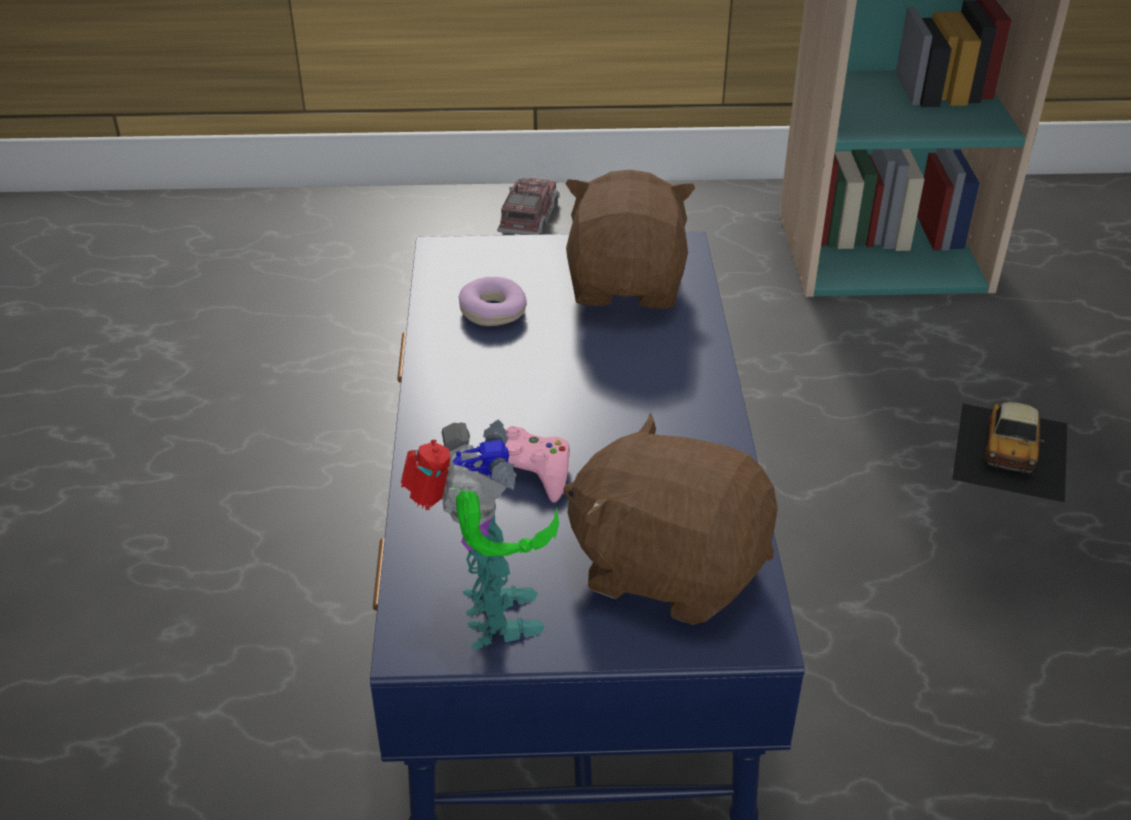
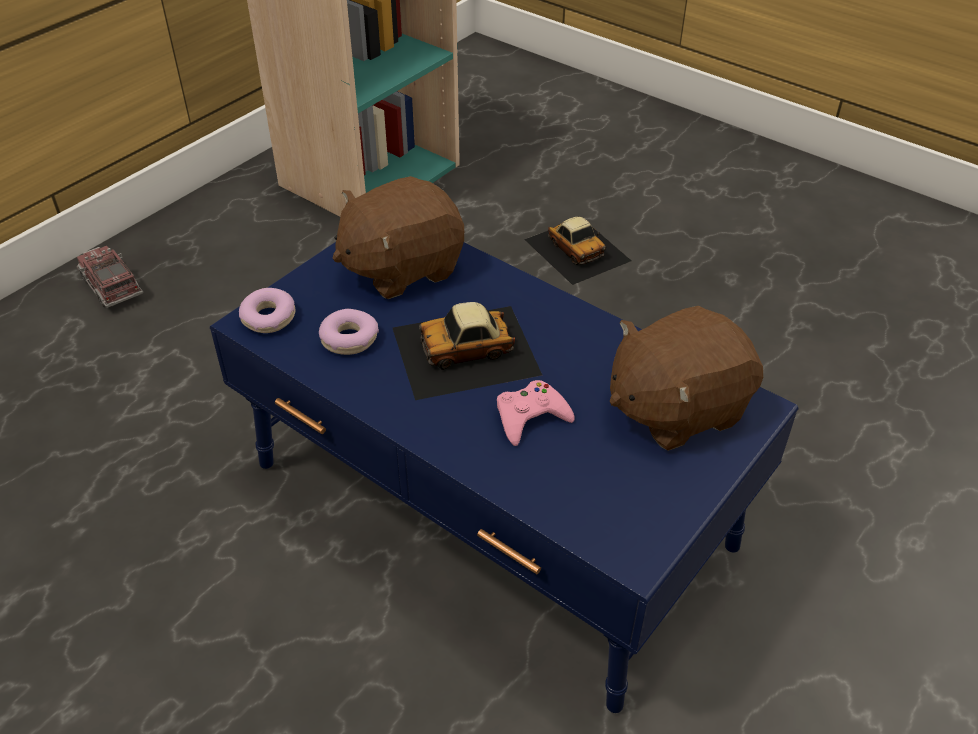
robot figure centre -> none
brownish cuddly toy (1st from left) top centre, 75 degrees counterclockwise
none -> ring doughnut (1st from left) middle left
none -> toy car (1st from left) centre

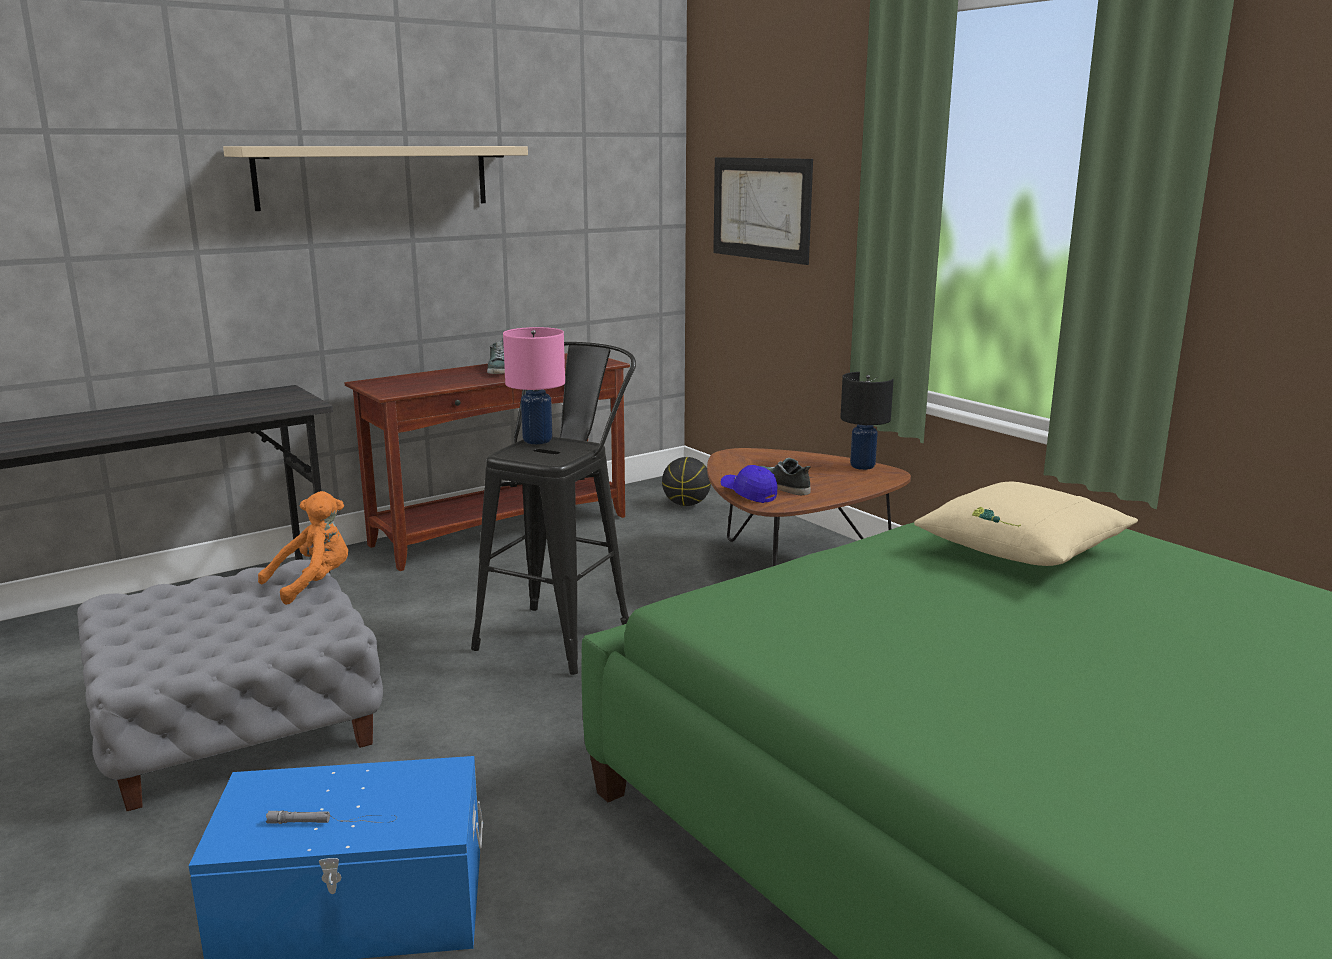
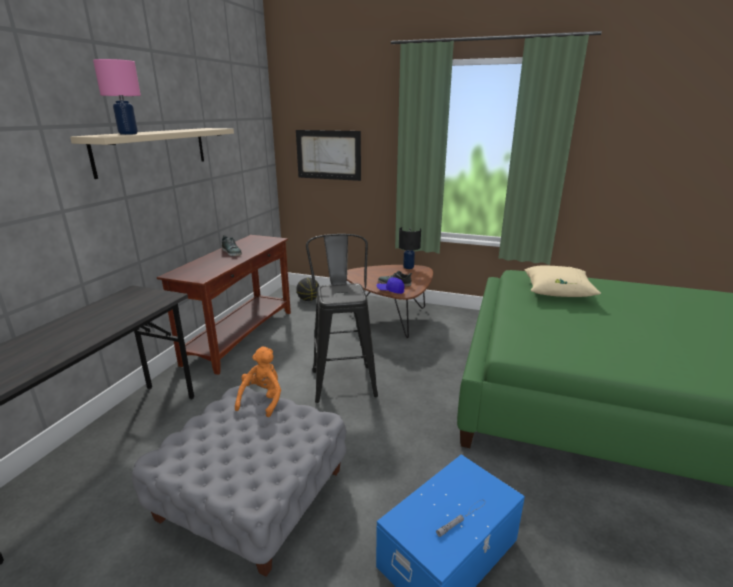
pink-coloured tabletop lamp centre -> pink-coloured tabletop lamp top left, moved

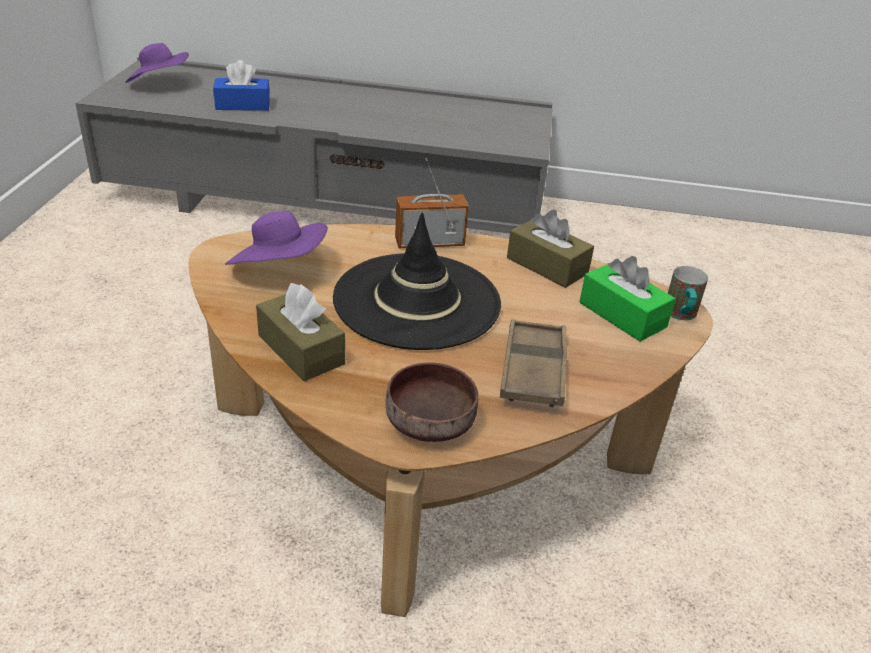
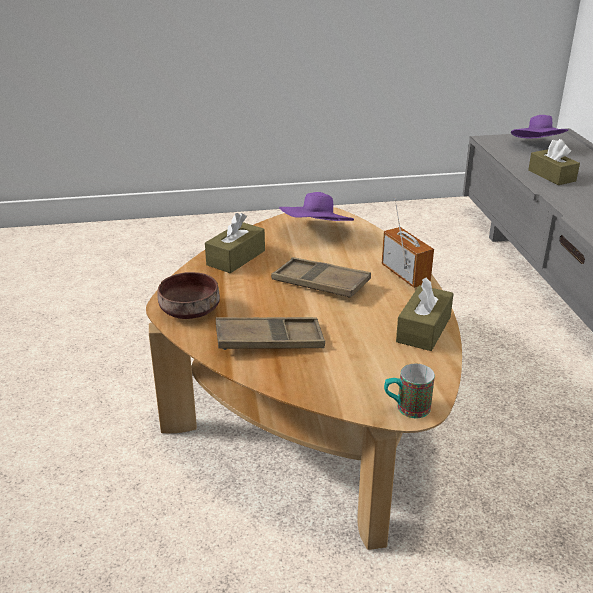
blue box of tissues top left -> brownish box of tissues (3rd from left) top right
black clothing hat centre -> brownish tray (2nd from left) centre
green-coloured box of tissues middle right -> none

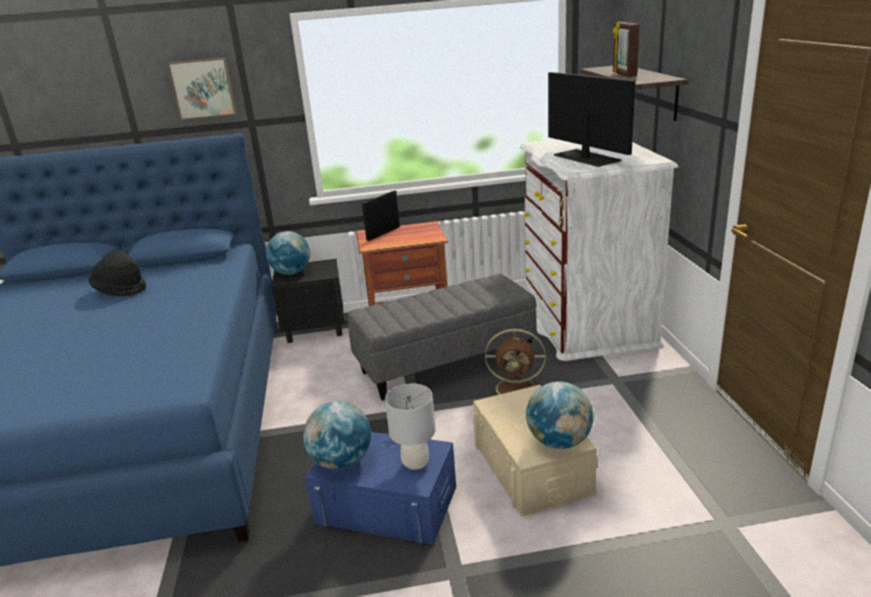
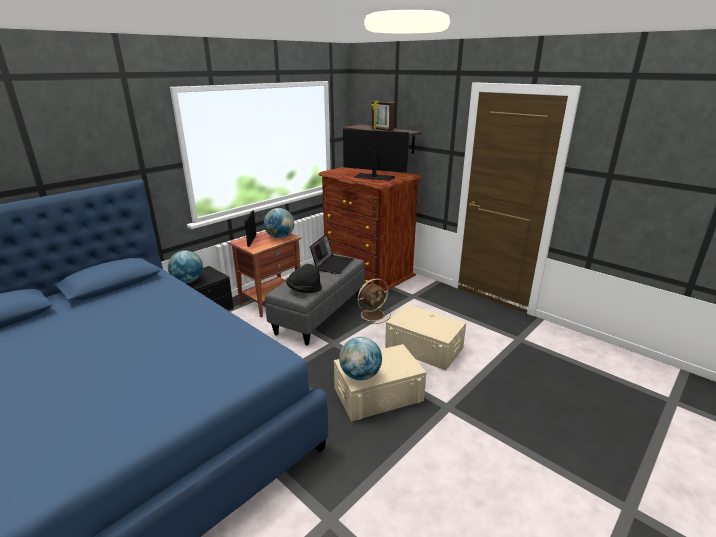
black clothing hat middle left -> black clothing hat centre, moved
wall picture top left -> none
blue storage container bottom centre -> beige-coloured storage container (1st from left) bottom centre
grey tabletop lamp bottom centre -> none
whitish drawer chest middle right -> brownish drawer chest centre
globe (3rd from left in the first image) bottom centre -> globe (2nd from left) centre, moved
none -> portable computer centre

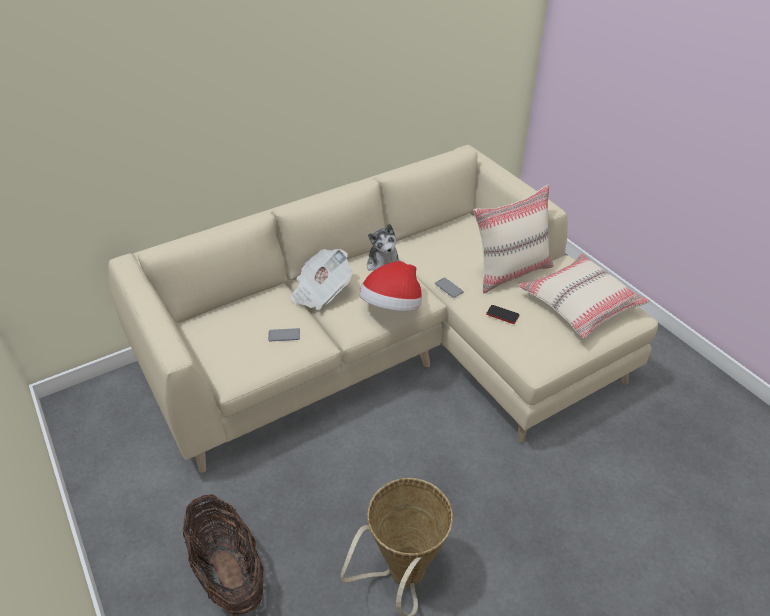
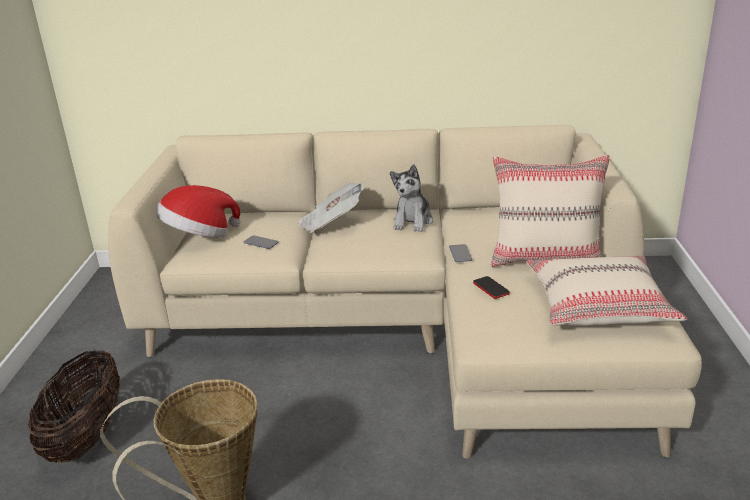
clothing hat centre -> clothing hat middle left, moved

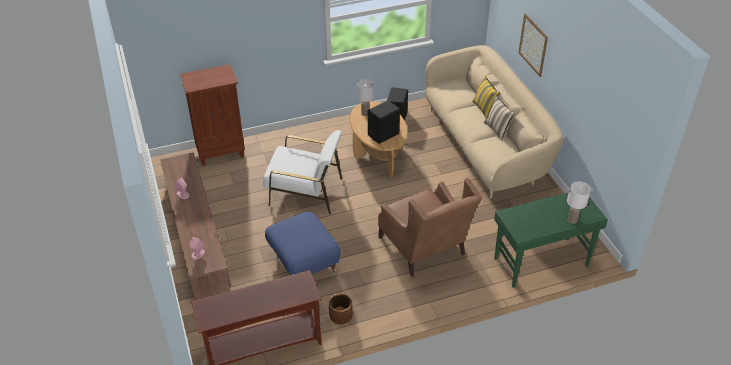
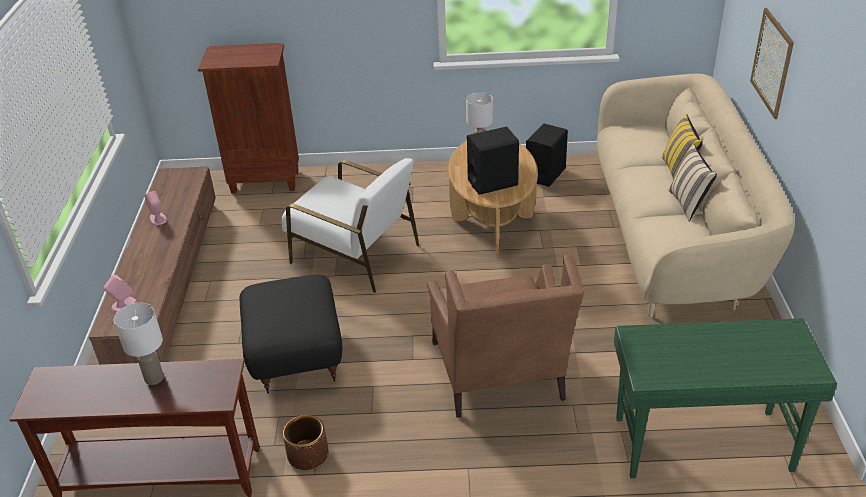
blue ottoman centre -> black ottoman bottom centre
whitish tabletop lamp (2nd from left in the first image) middle right -> whitish tabletop lamp (1st from left) bottom left, moved

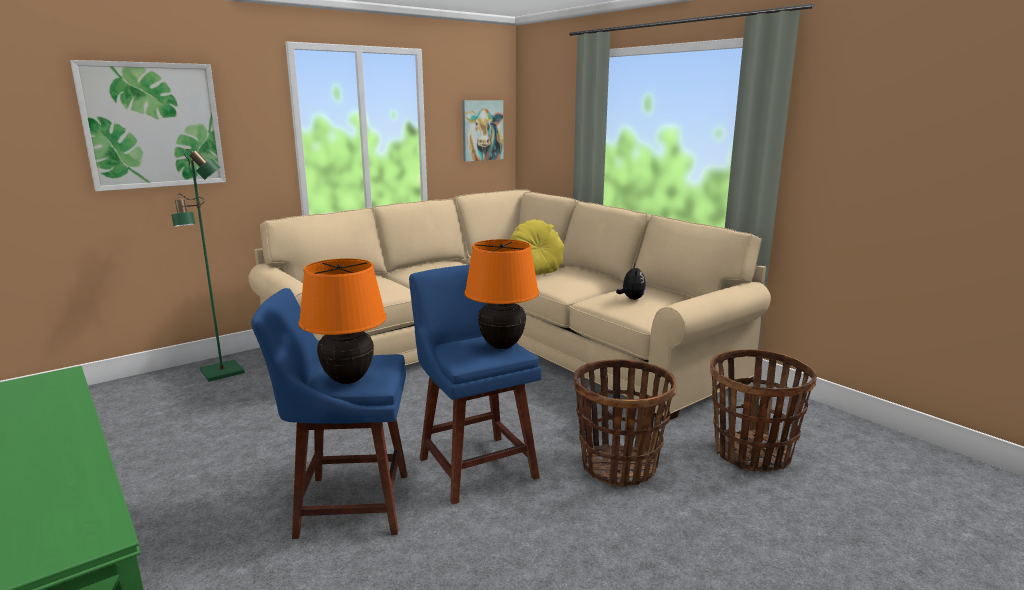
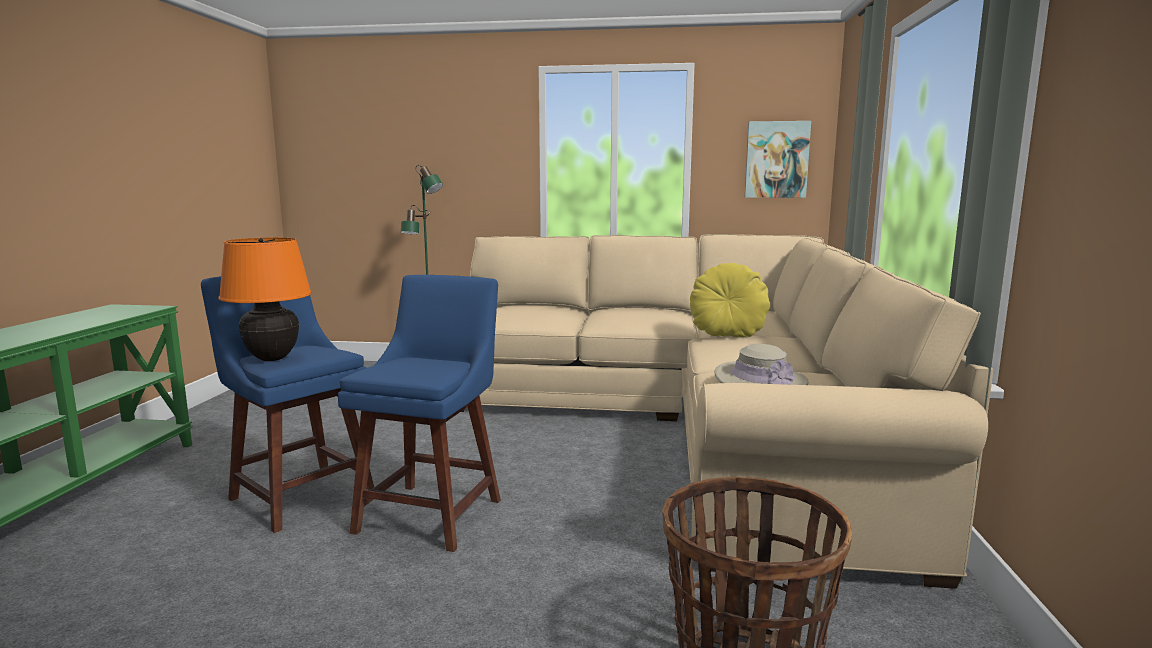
wall picture (1st from left) top left -> none
orange tabletop lamp (2nd from left) centre -> none
basket (1st from left) bottom centre -> none
cuddly toy centre -> beige-coloured clothing hat centre

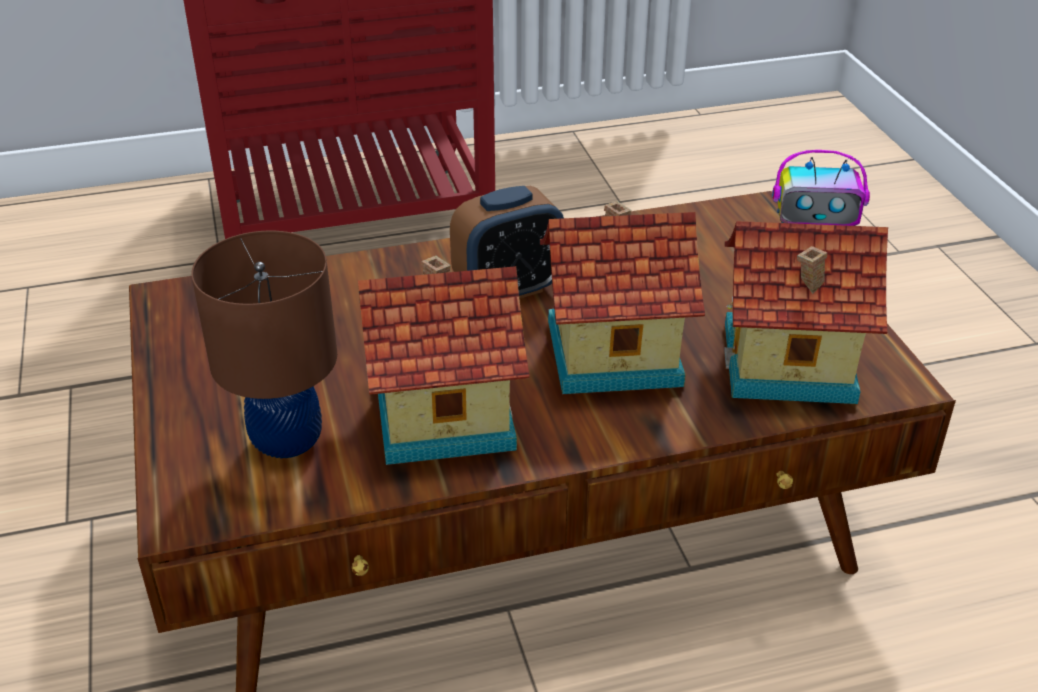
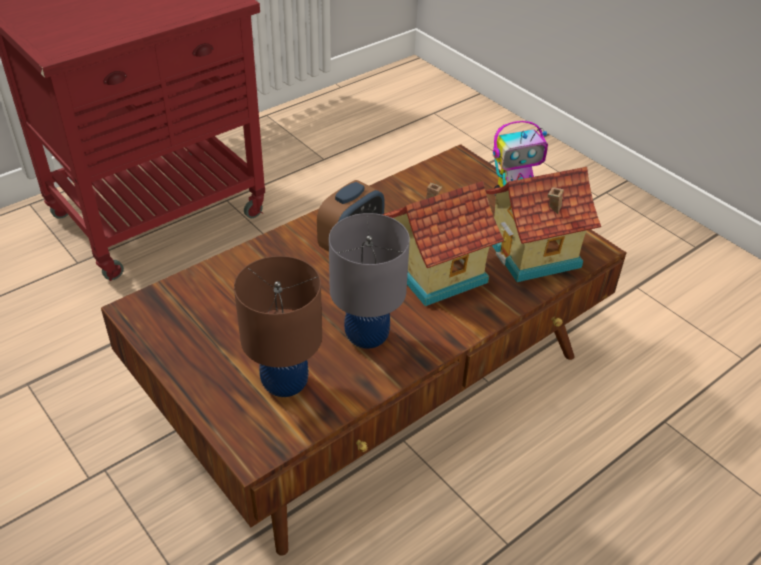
toy house (1st from left) centre -> grey tabletop lamp centre

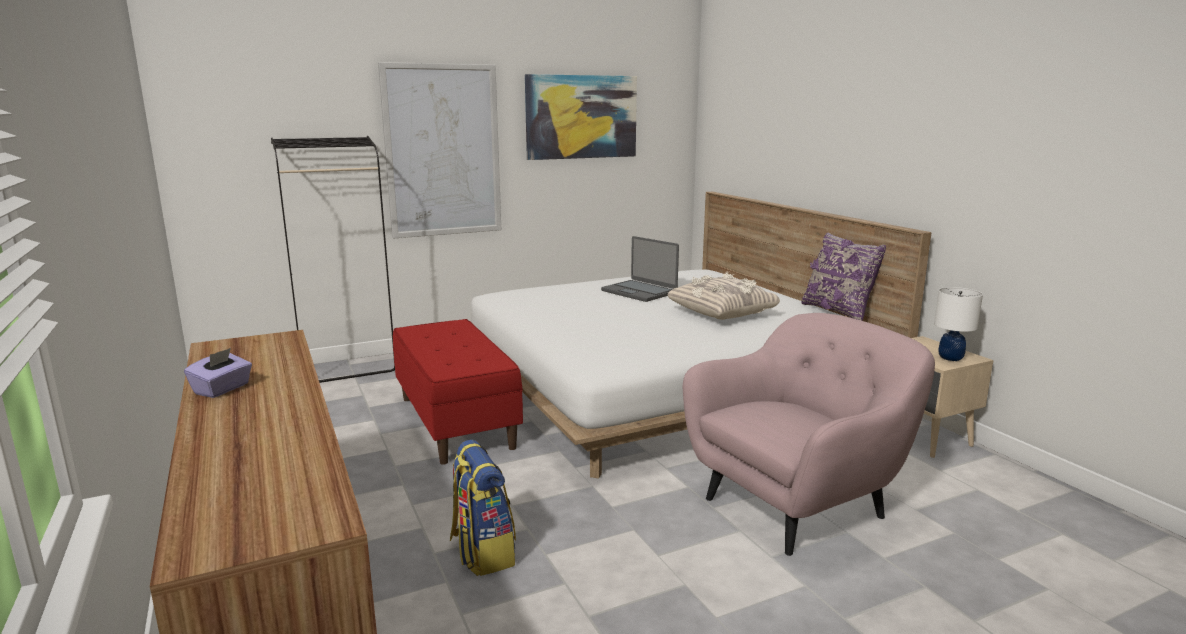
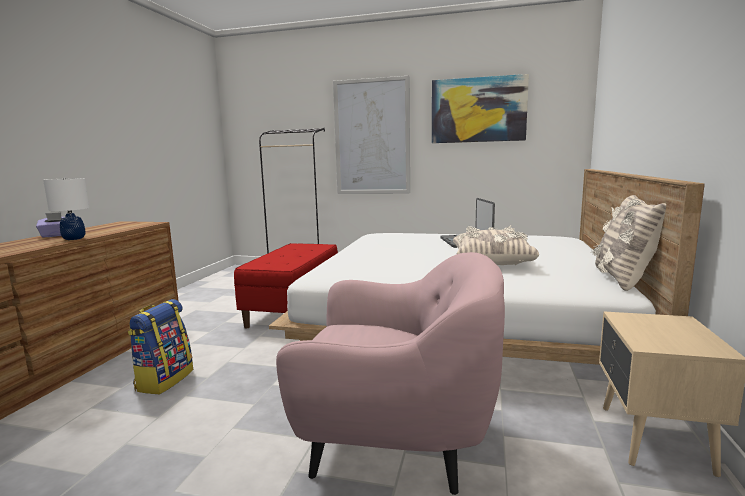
purple throw pillow middle right -> beige-coloured throw pillow (2nd from left) middle right
whitish tabletop lamp middle right -> whitish tabletop lamp middle left, moved

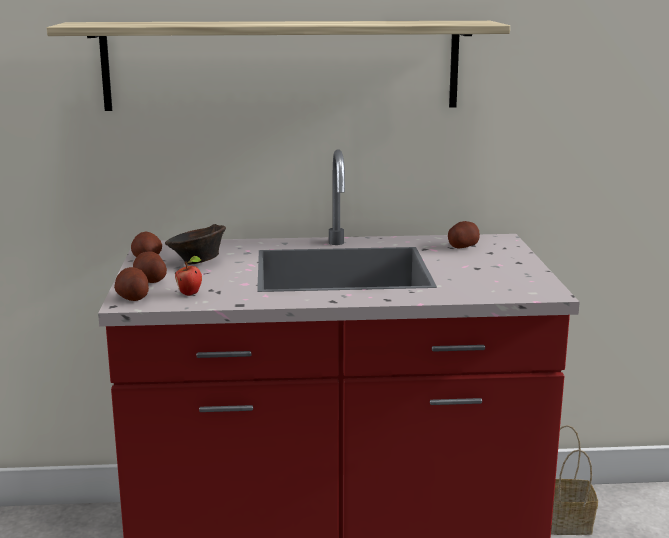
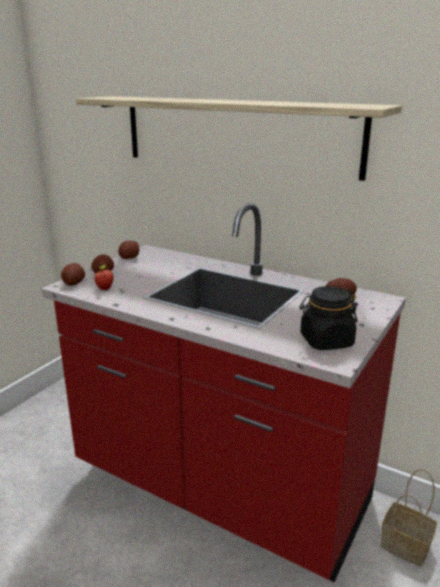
brownish bowl middle left -> none
none -> black storage jar middle right

